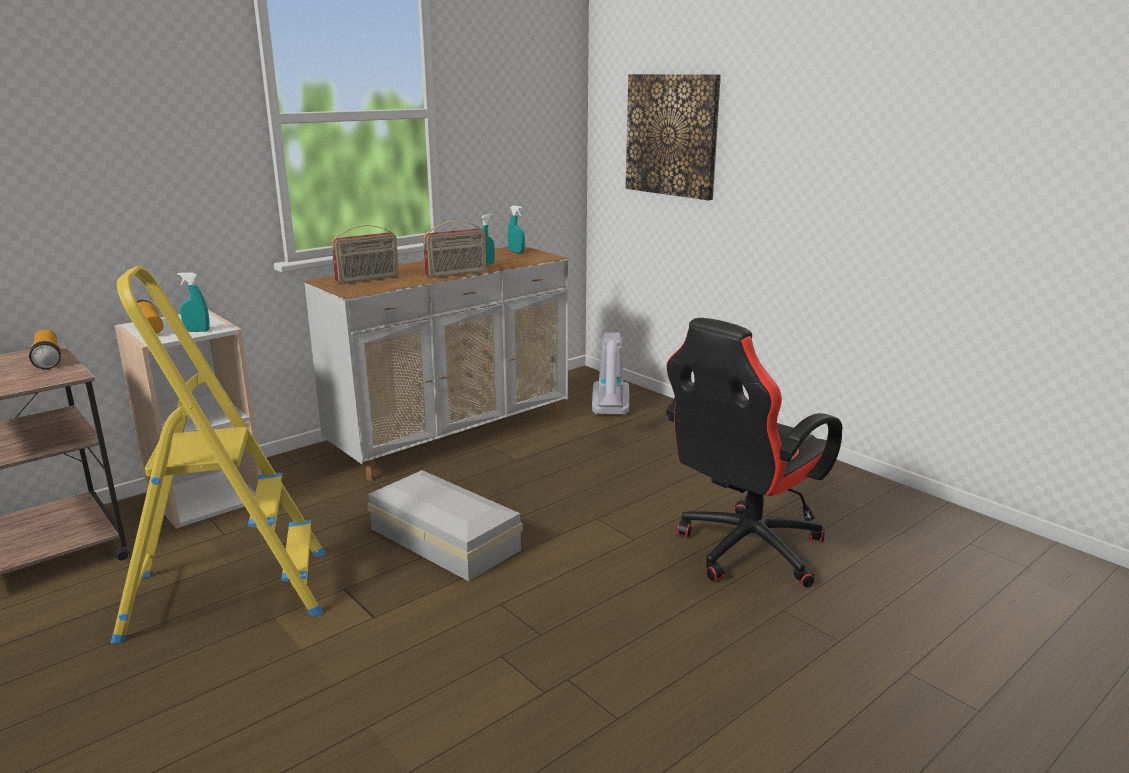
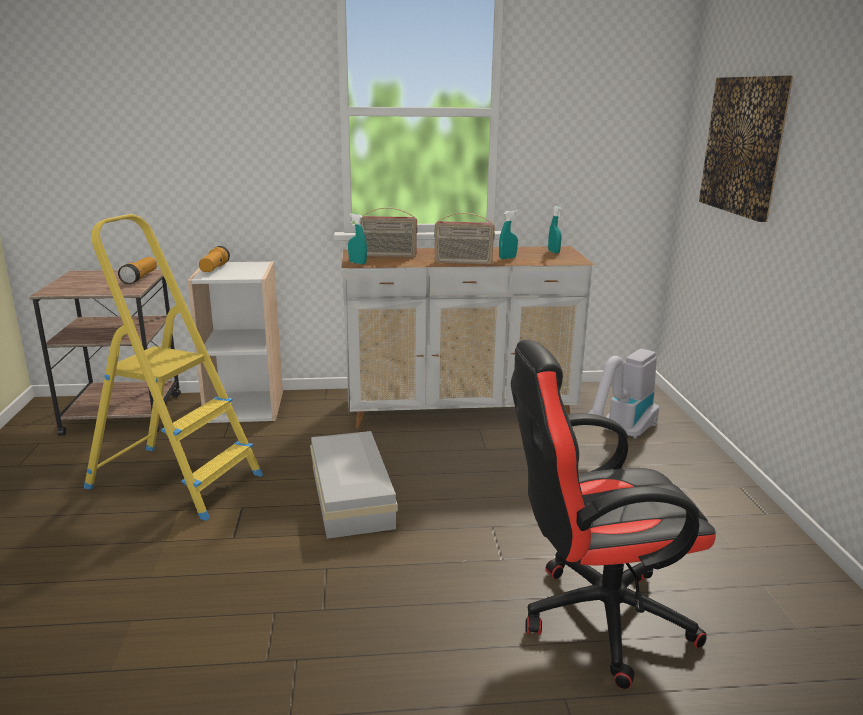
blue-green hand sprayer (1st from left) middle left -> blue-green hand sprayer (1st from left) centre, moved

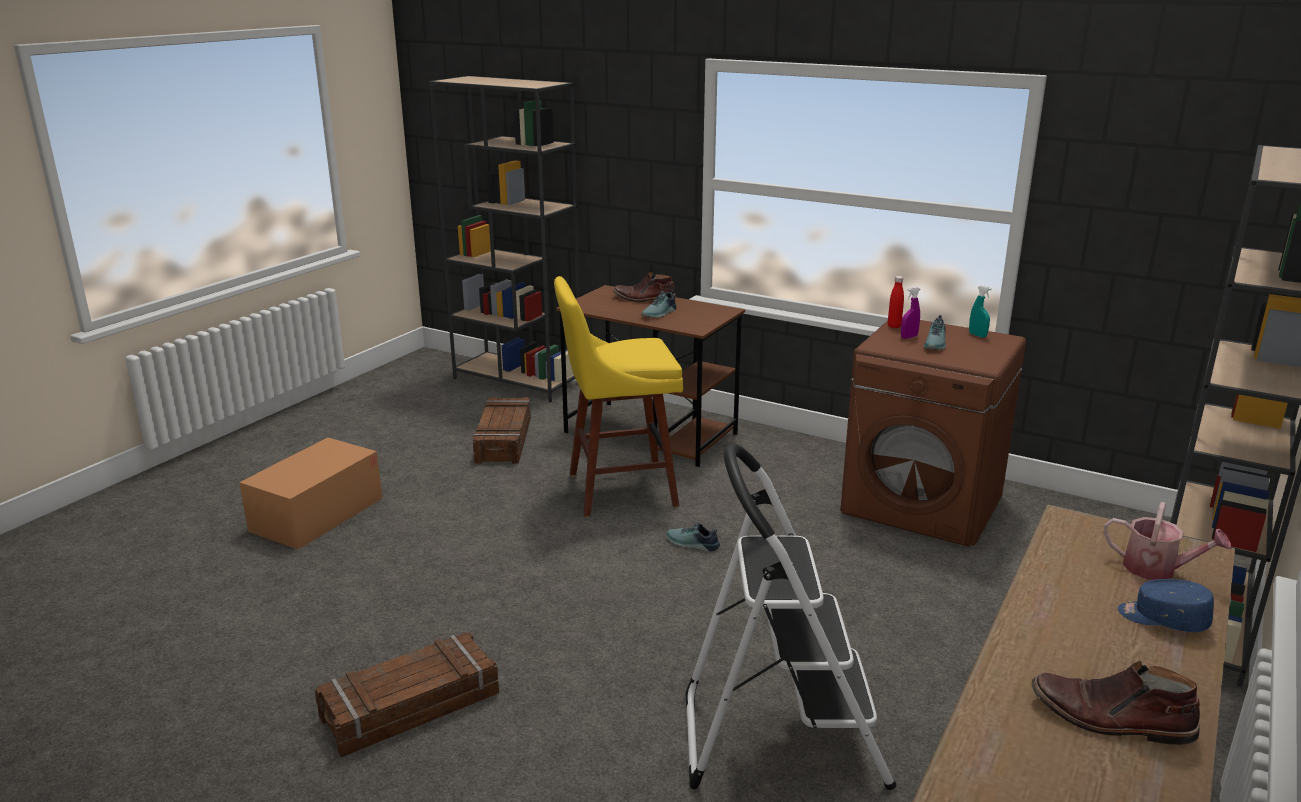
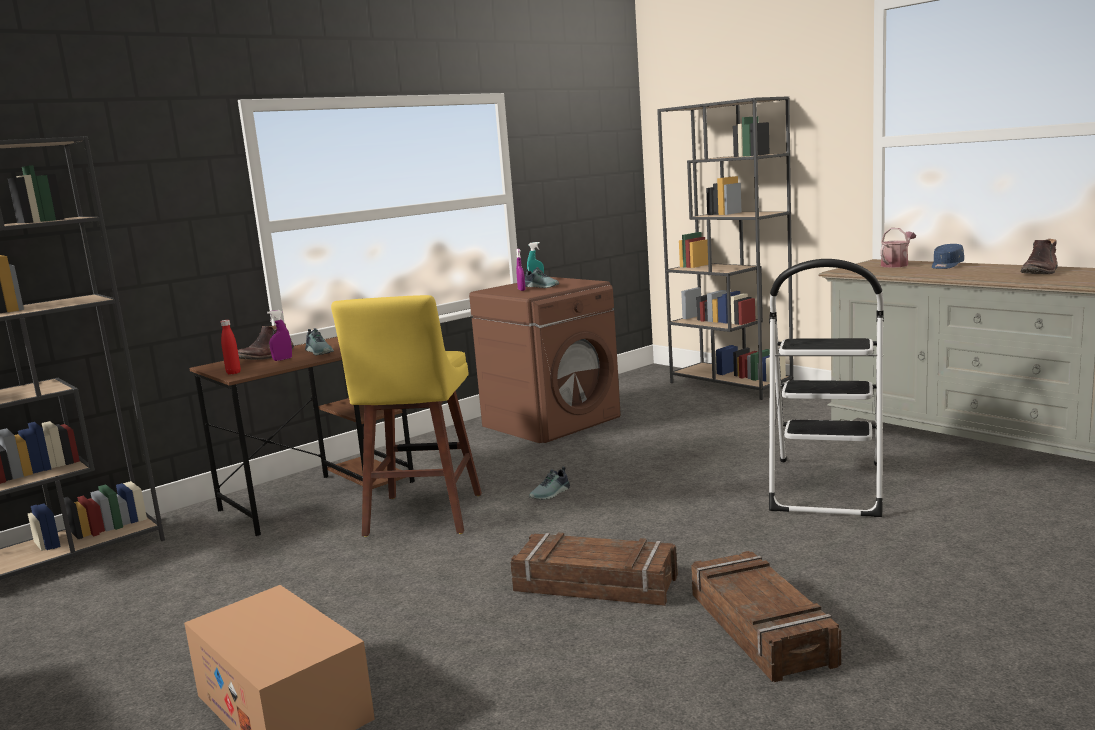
shipping crate (2nd from left in the first image) centre -> shipping crate (1st from left) bottom centre, moved
reddish bottle middle right -> reddish bottle middle left, moved
none -> purple hand sprayer (1st from left) middle left

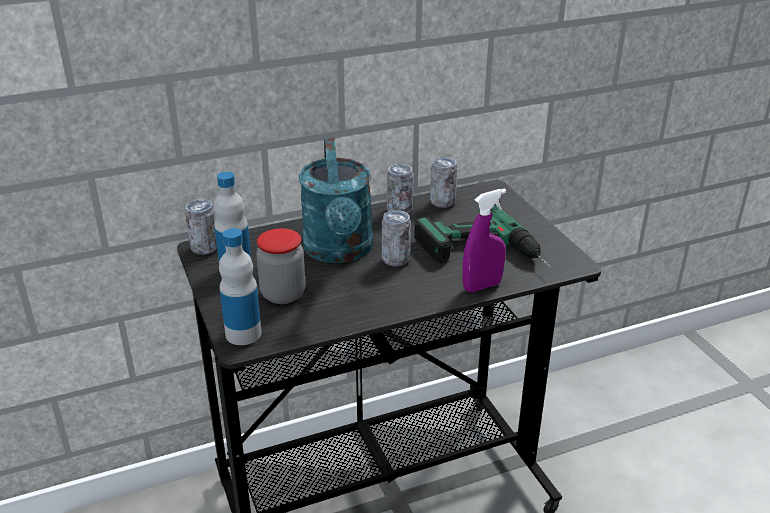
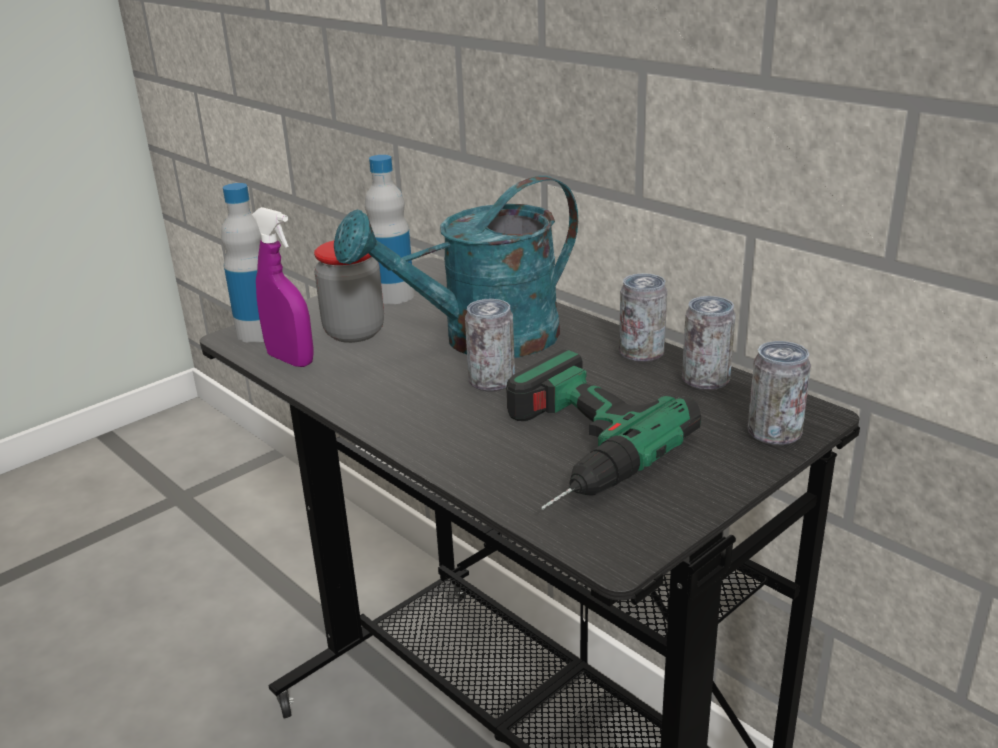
can (1st from left in the first image) middle left -> can (4th from left) middle right, moved
purple hand sprayer centre -> purple hand sprayer middle left, moved

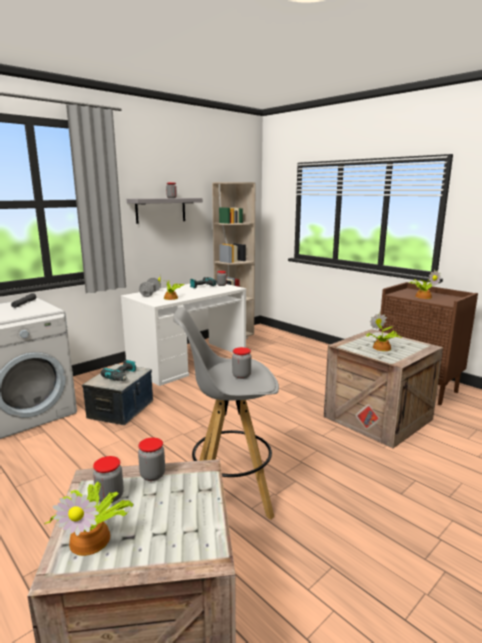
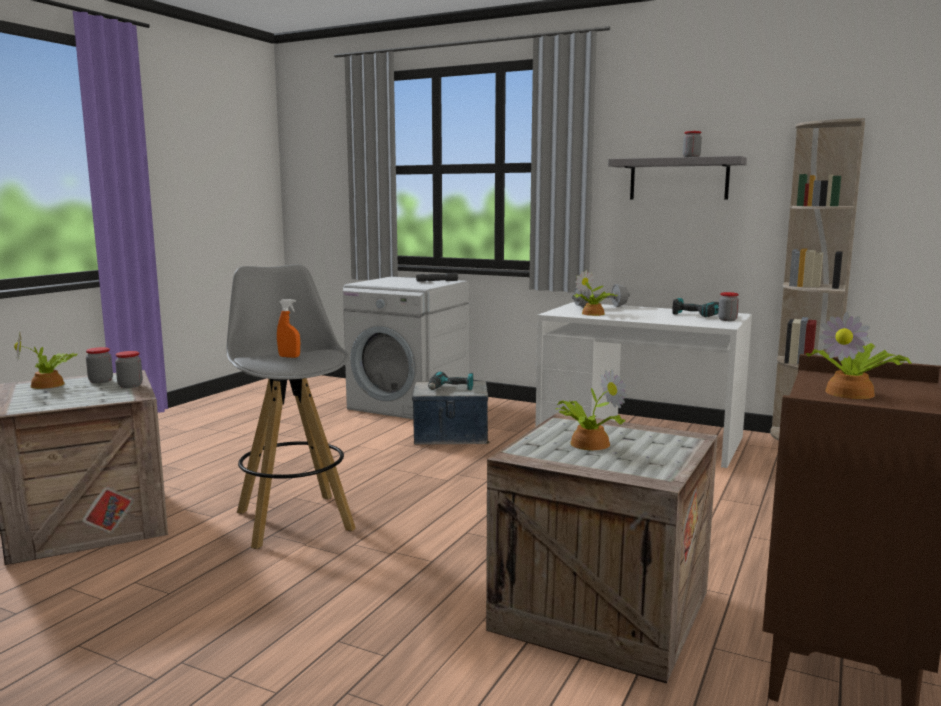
storage jar (5th from left) centre -> orange hand sprayer middle left

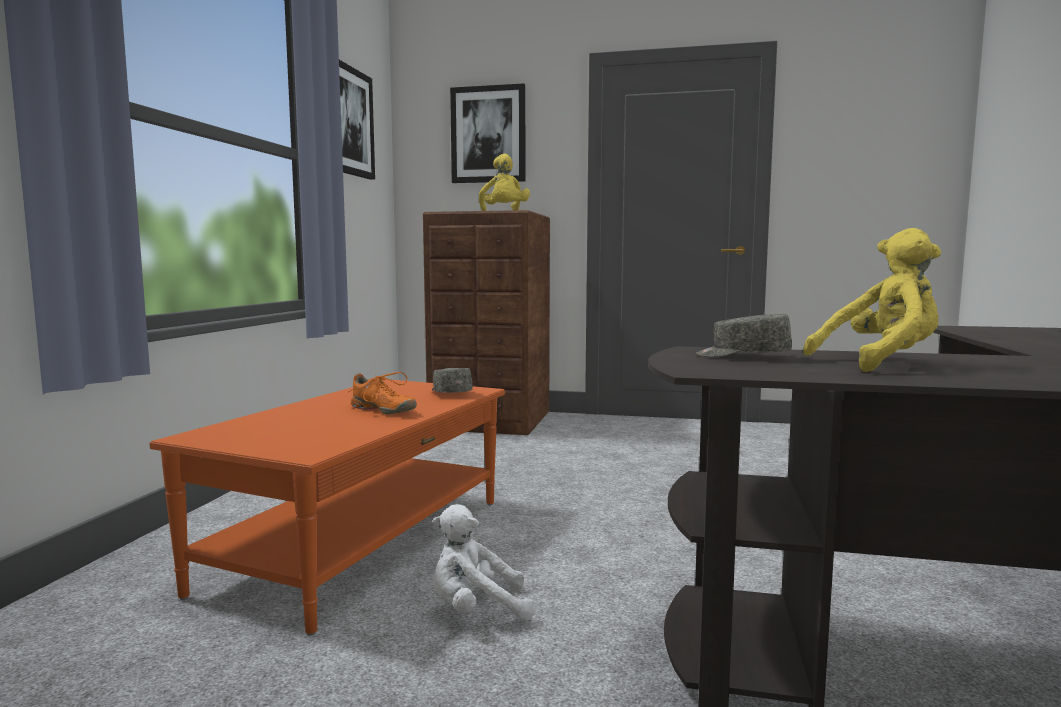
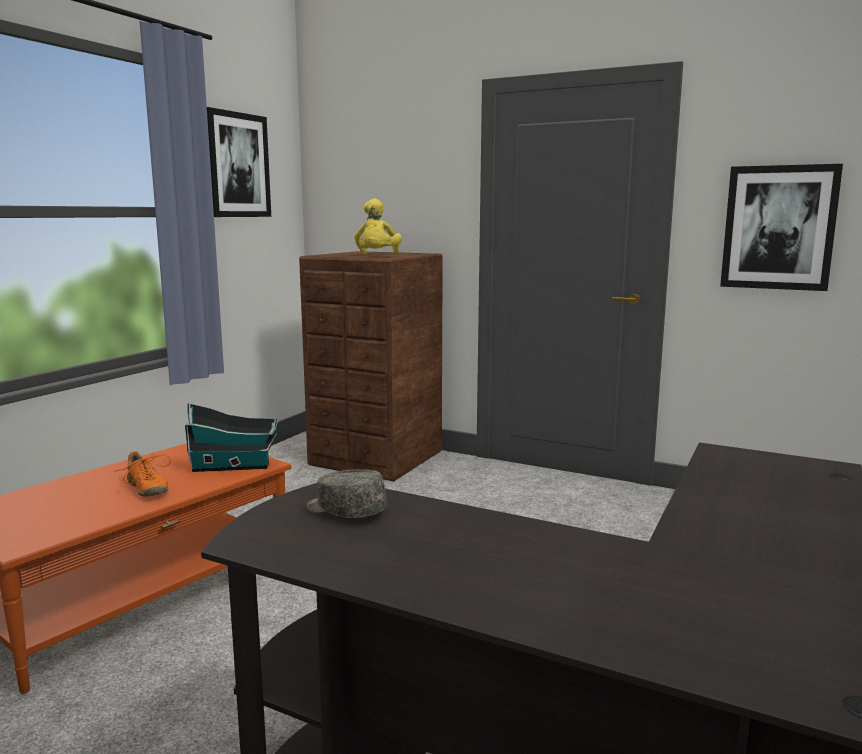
grey baseball cap (1st from left) centre -> toy house middle left
whitish cuddly toy bottom centre -> none
wall picture (2nd from left) top centre -> wall picture (2nd from left) top right, moved
yellowish cuddly toy (2nd from left) middle right -> none

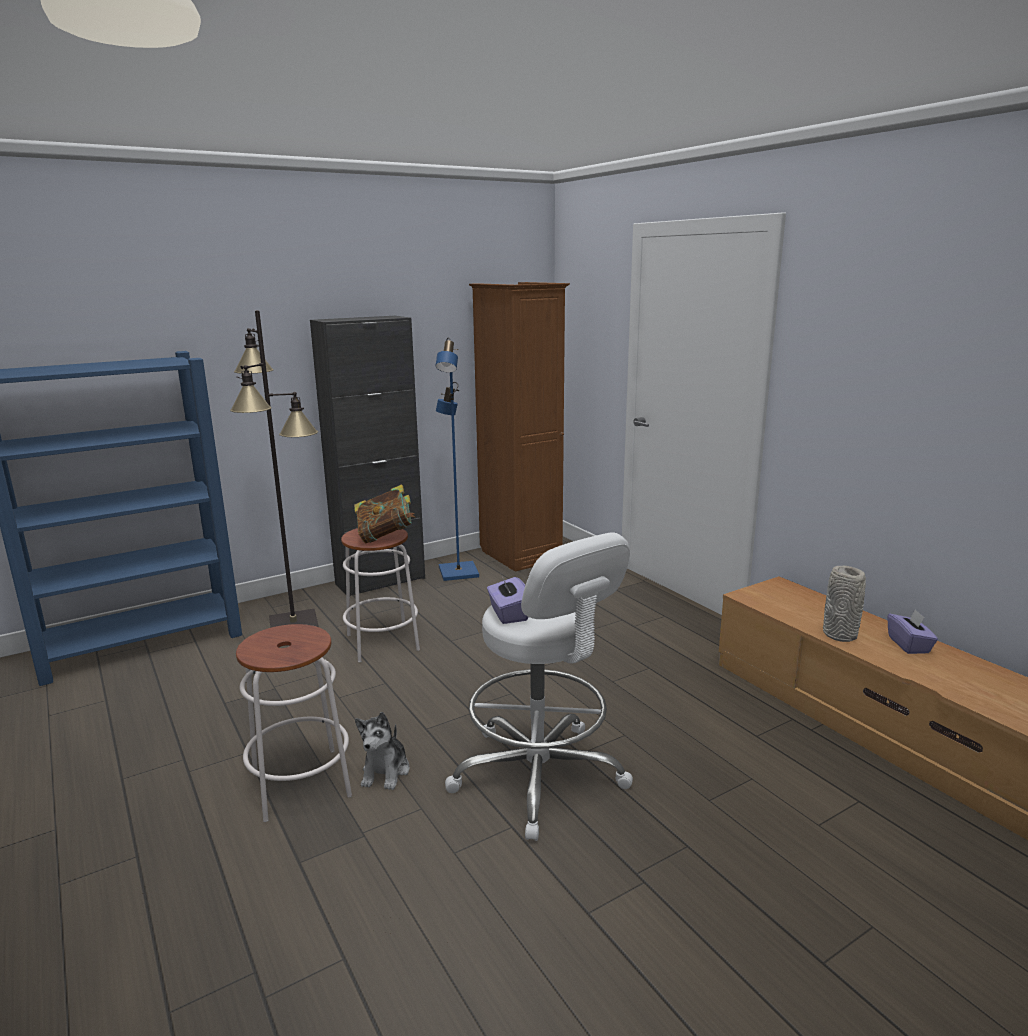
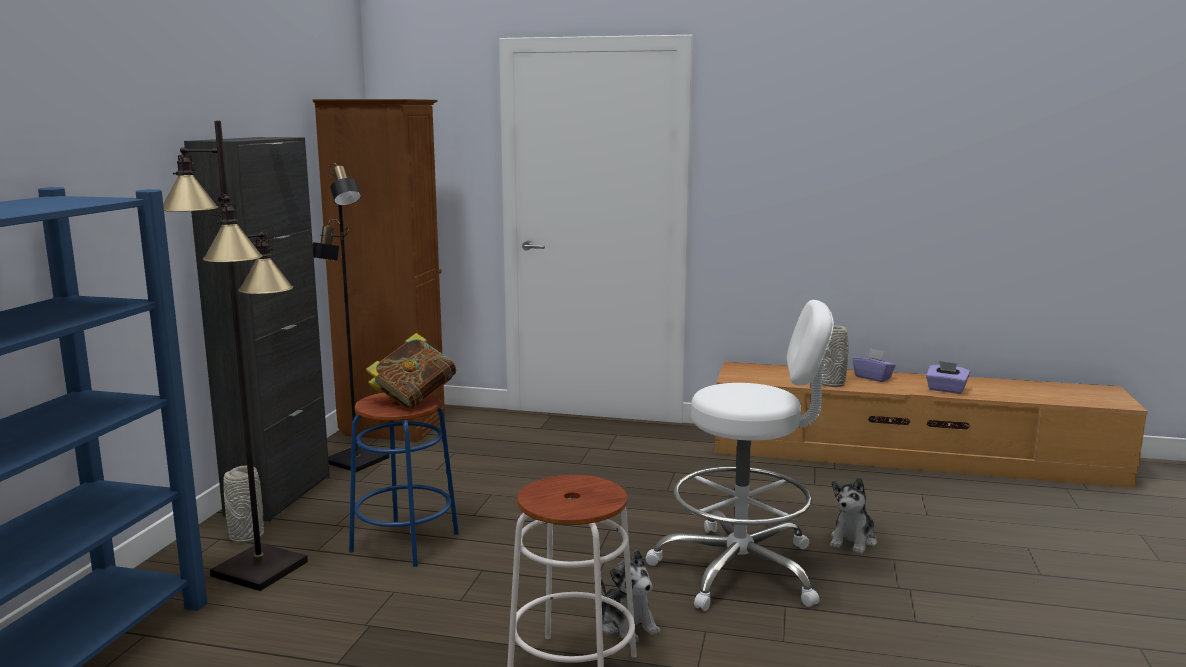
whitish stool seat (2nd from left) centre -> blue stool seat bottom centre
blue standing lamp centre -> black standing lamp (2nd from left) middle left
purple box of tissues (1st from left in the first image) centre -> purple box of tissues (2nd from left) middle right, moved
none -> grey decorative vase (1st from left) bottom left
none -> cuddly toy (2nd from left) bottom right

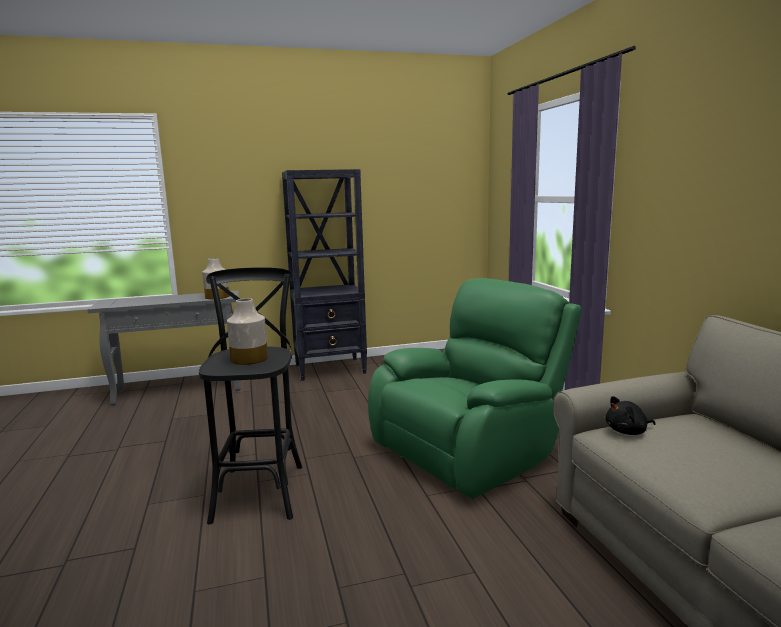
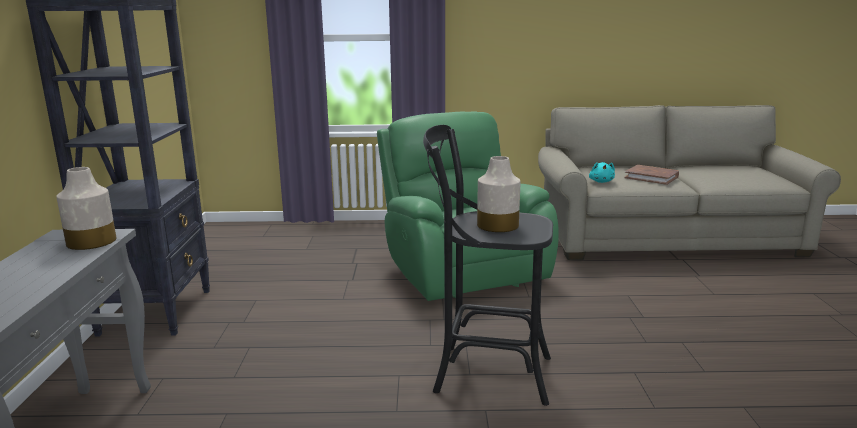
black cuddly toy middle right -> blue-green cuddly toy middle right
none -> brownish book middle right

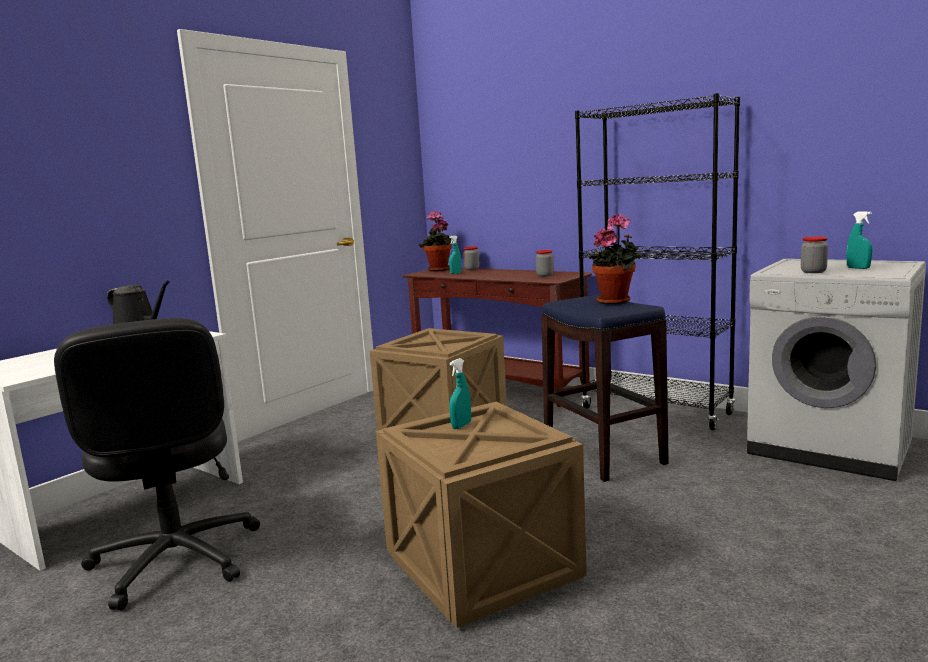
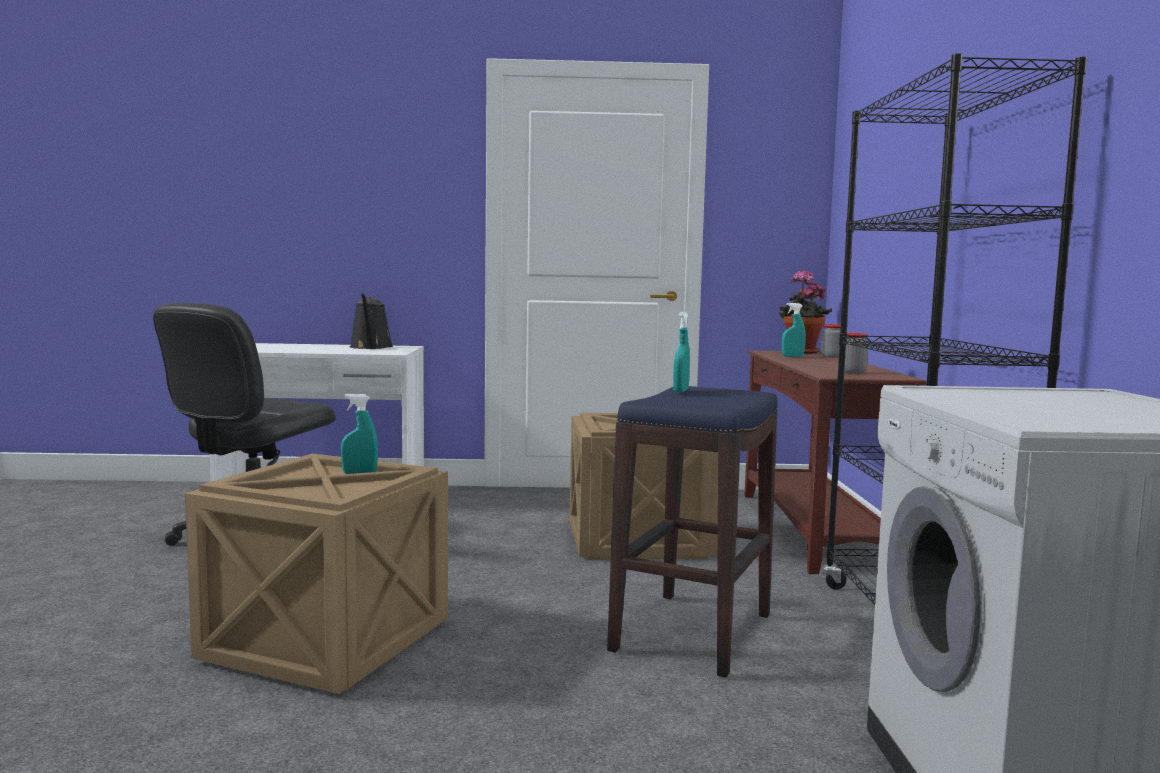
potted plant (2nd from left) centre -> none
storage jar (3rd from left) middle right -> none
blue-green hand sprayer (3rd from left in the first image) middle right -> blue-green hand sprayer (2nd from left) centre, moved

